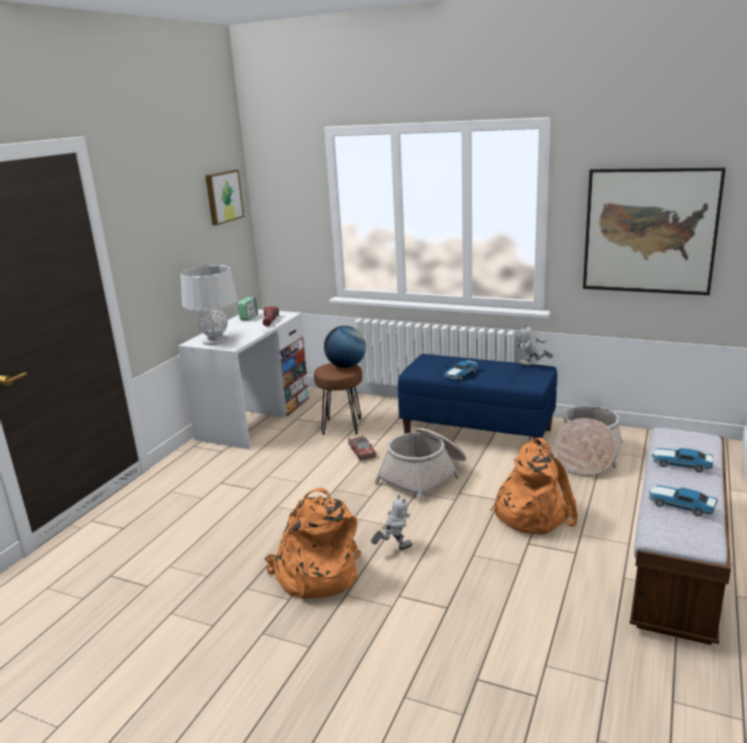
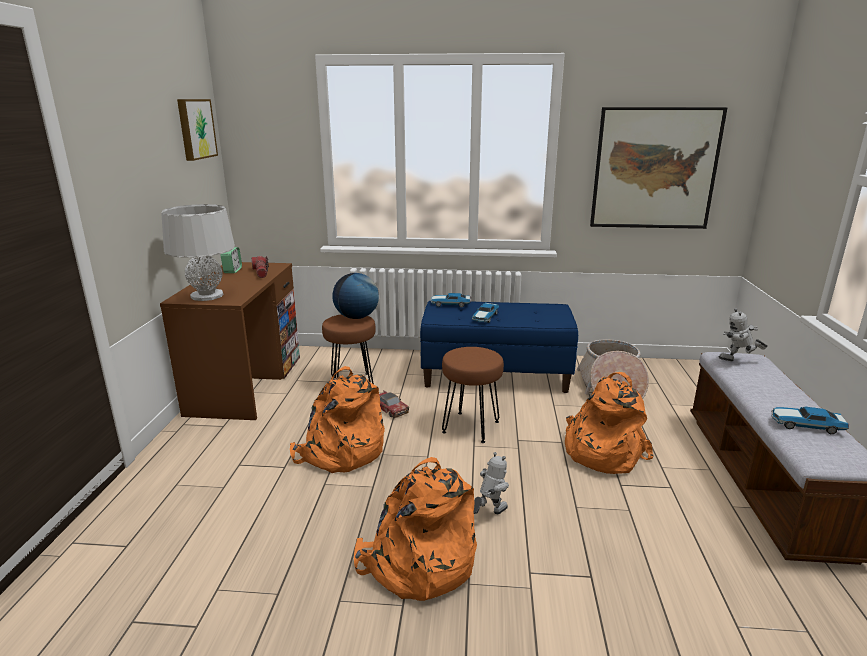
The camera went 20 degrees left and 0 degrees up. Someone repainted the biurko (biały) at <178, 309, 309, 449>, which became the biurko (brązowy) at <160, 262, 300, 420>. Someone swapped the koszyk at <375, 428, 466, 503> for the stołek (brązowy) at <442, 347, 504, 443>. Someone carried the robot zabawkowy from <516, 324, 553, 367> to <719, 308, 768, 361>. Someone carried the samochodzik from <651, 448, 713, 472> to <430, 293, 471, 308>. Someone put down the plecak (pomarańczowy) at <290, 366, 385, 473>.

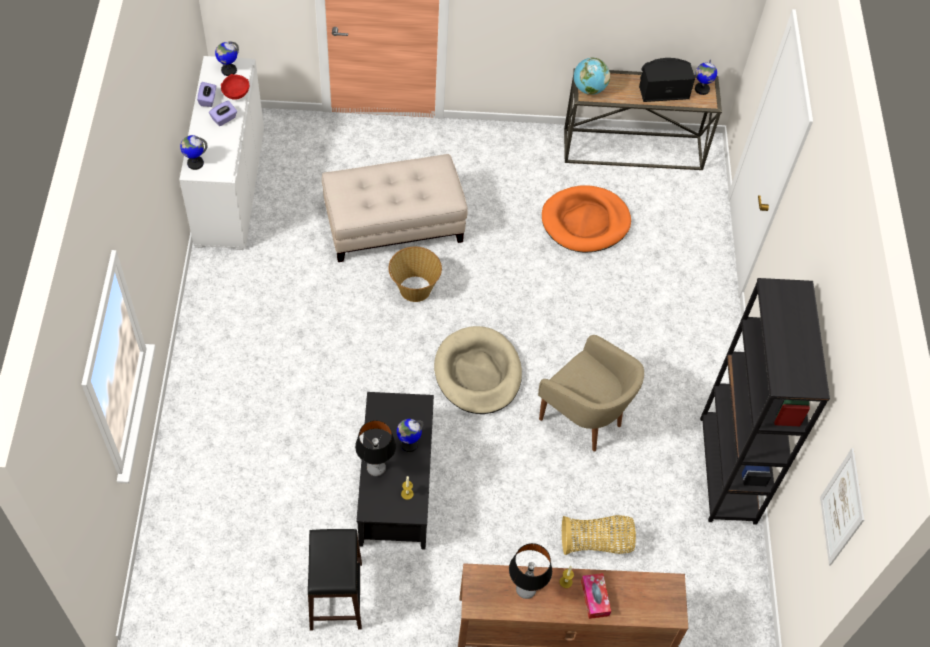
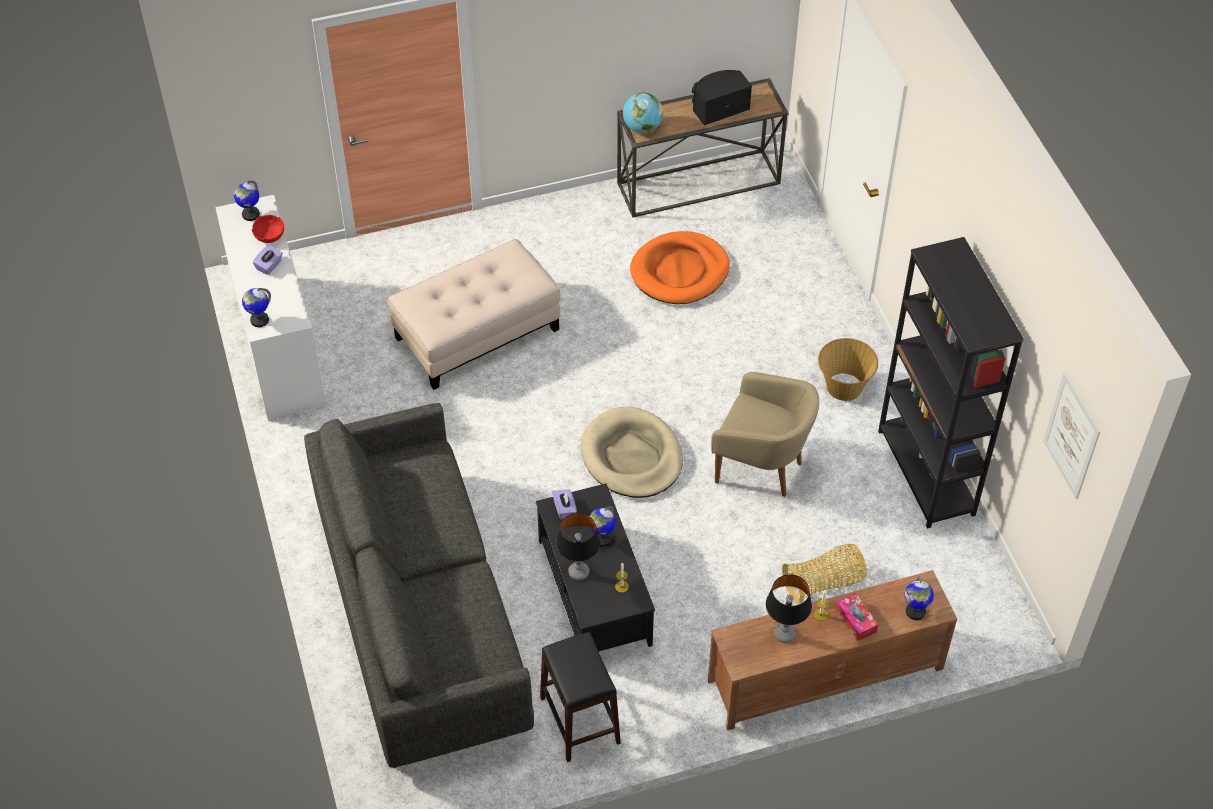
The camera went 15 degrees left and 5 degrees down. Someone carried the pudełko chusteczek (fioletowy) from <197, 82, 216, 107> to <552, 489, 577, 520>. Someone carried the koszyk from <388, 247, 442, 302> to <818, 338, 878, 401>. Someone carried the globus from <695, 60, 717, 95> to <905, 576, 934, 620>. Someone put down the kanapa (szary) at <304, 403, 534, 768>.

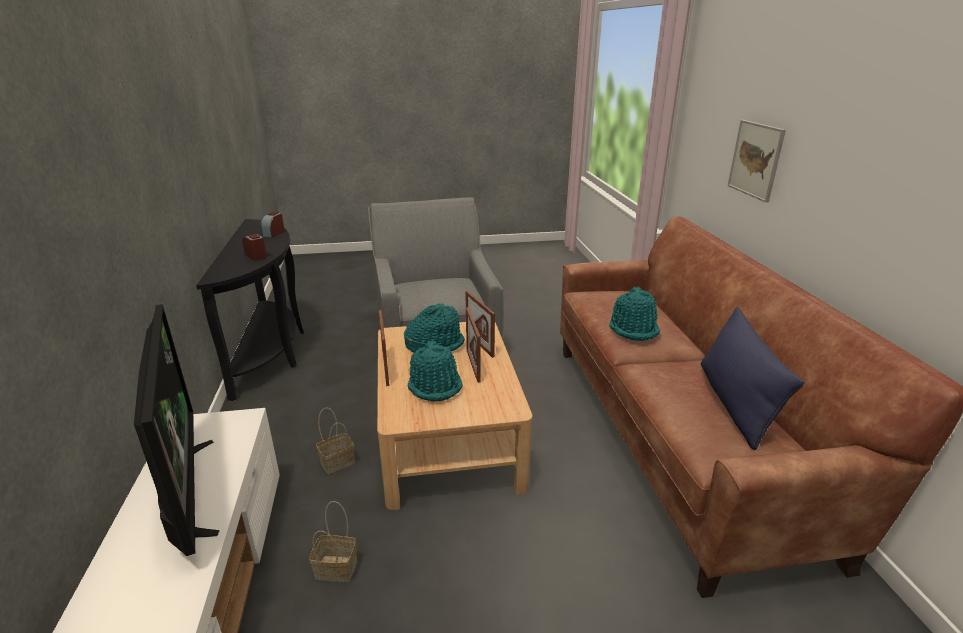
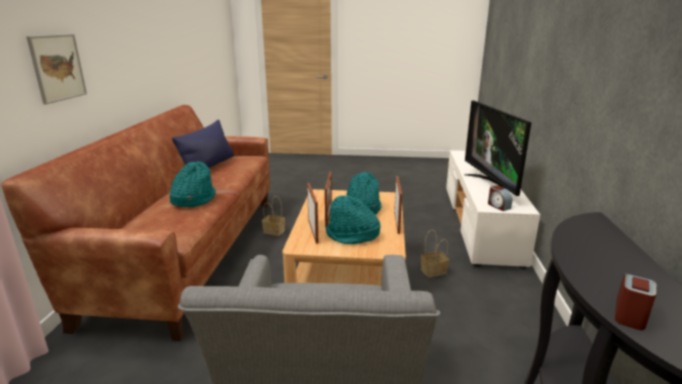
The camera went 165 degrees left and 5 degrees down. Someone carried the budzik from <242, 234, 267, 261> to <488, 185, 513, 211>. Someone carried the koszyk from <309, 501, 357, 582> to <262, 196, 285, 236>.

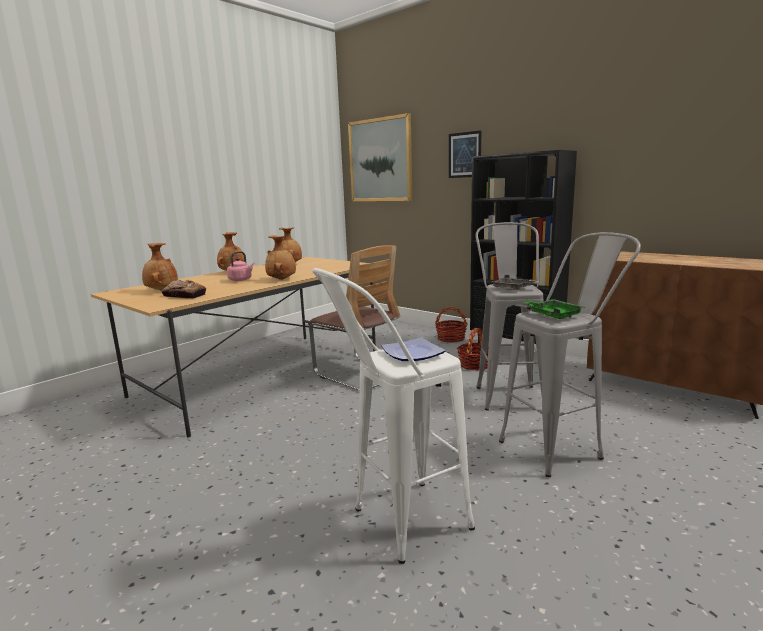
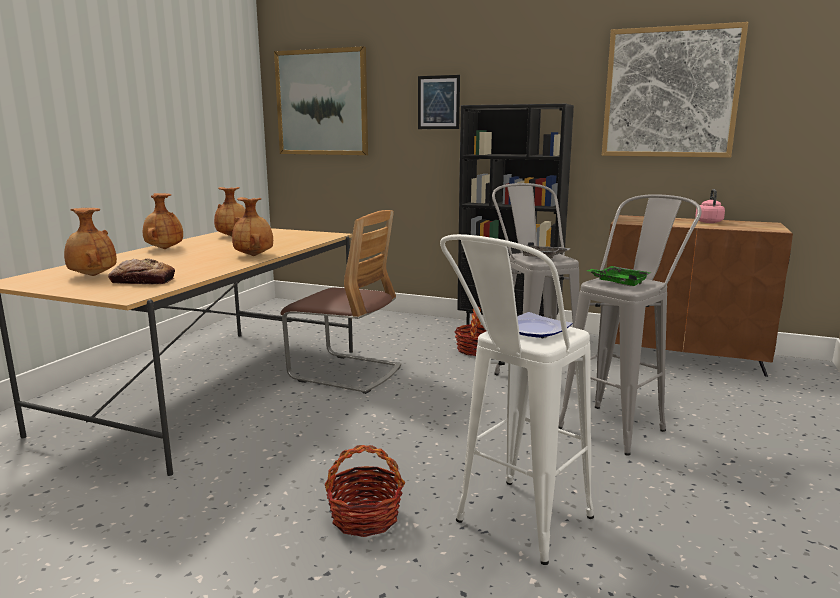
The camera went 20 degrees left and 0 degrees up. Someone carried the czajnik (różowy) from <227, 251, 255, 281> to <695, 189, 725, 223>. Someone carried the koszyk from <435, 307, 468, 342> to <325, 445, 405, 537>. Someone put up the obraz at <602, 22, 748, 158>.

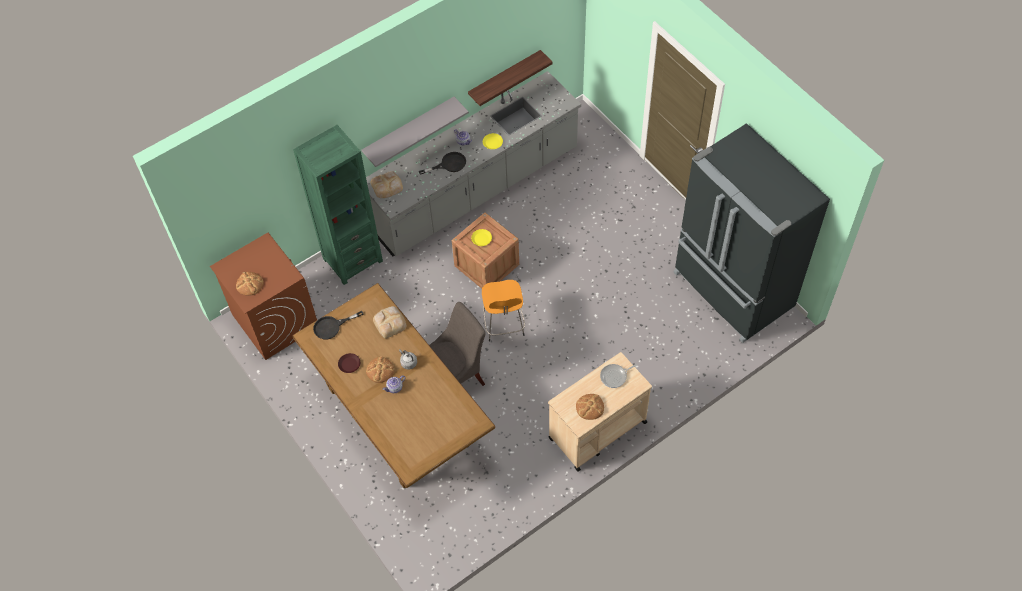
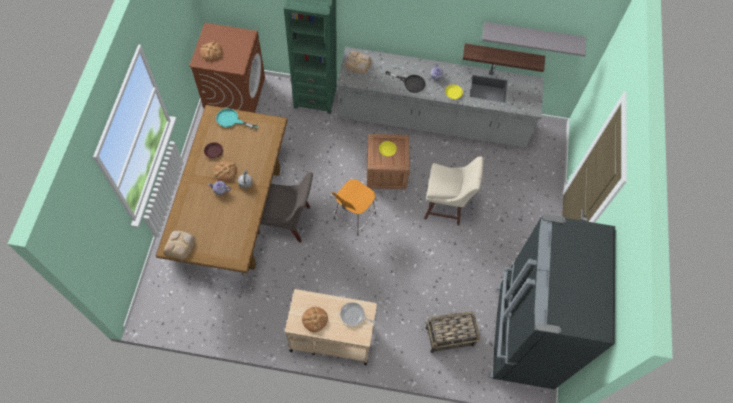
The camera went 40 degrees right and 5 degrees up. Someone repainted the patelnia (czarny) at <313, 311, 363, 339>, which became the patelnia (turkusowy) at <216, 108, 258, 129>. Someone carried the półka (szary) from <362, 97, 469, 167> to <482, 22, 586, 56>. Someone carried the chleb from <373, 306, 406, 338> to <164, 231, 195, 259>. Someone put down the stołek (beżowy) at <424, 156, 484, 226>. Someone put down the koszyk at <426, 311, 480, 353>.

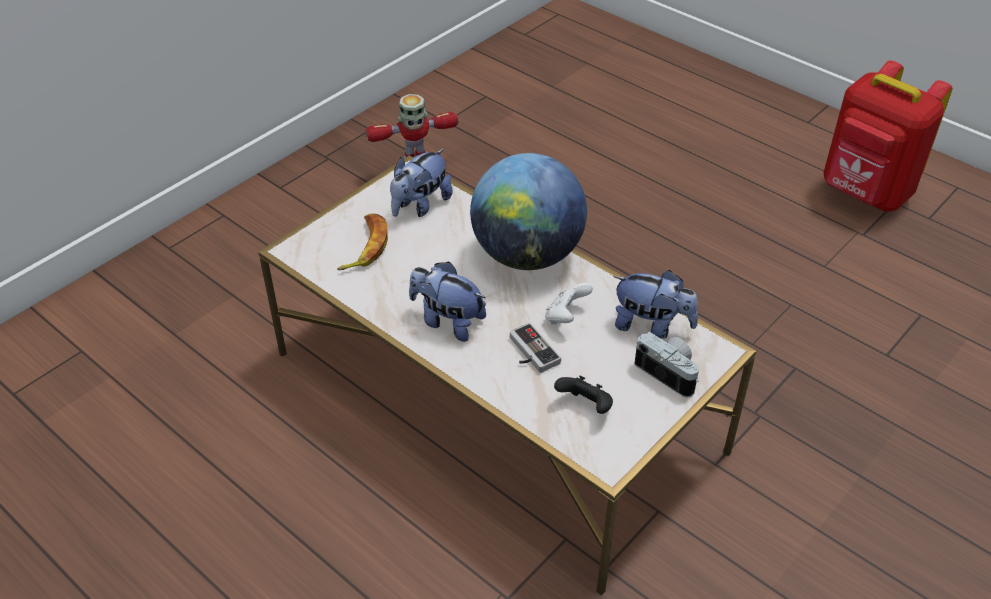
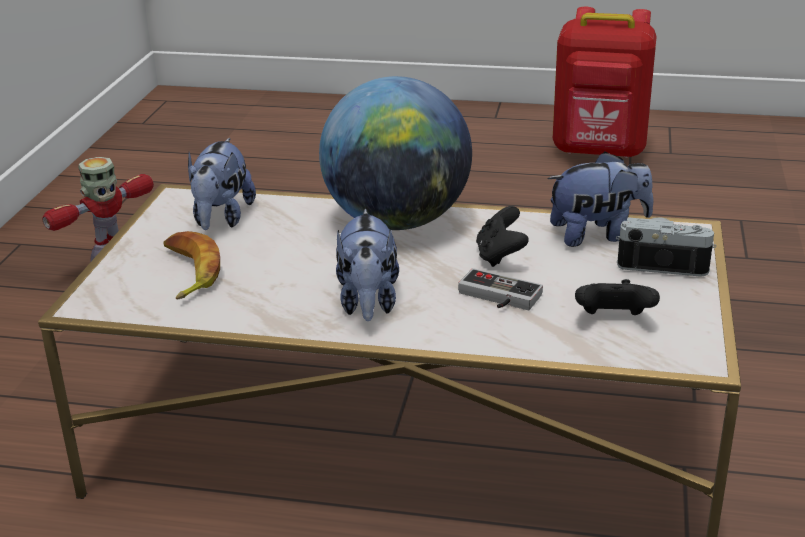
The camera went 30 degrees left and 15 degrees down. Someone rotated the pluszak at <409, 261, 486, 342> by 90 degrees counterclockwise. Someone repainted the pad do gier (biały) at <545, 283, 593, 325>, which became the pad do gier (czarny) at <476, 206, 529, 267>.

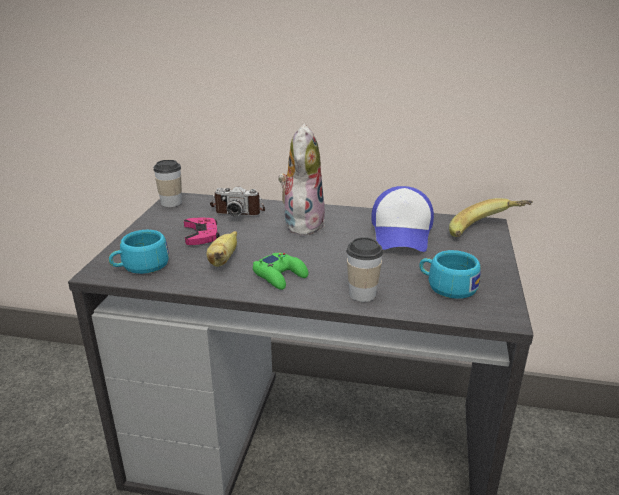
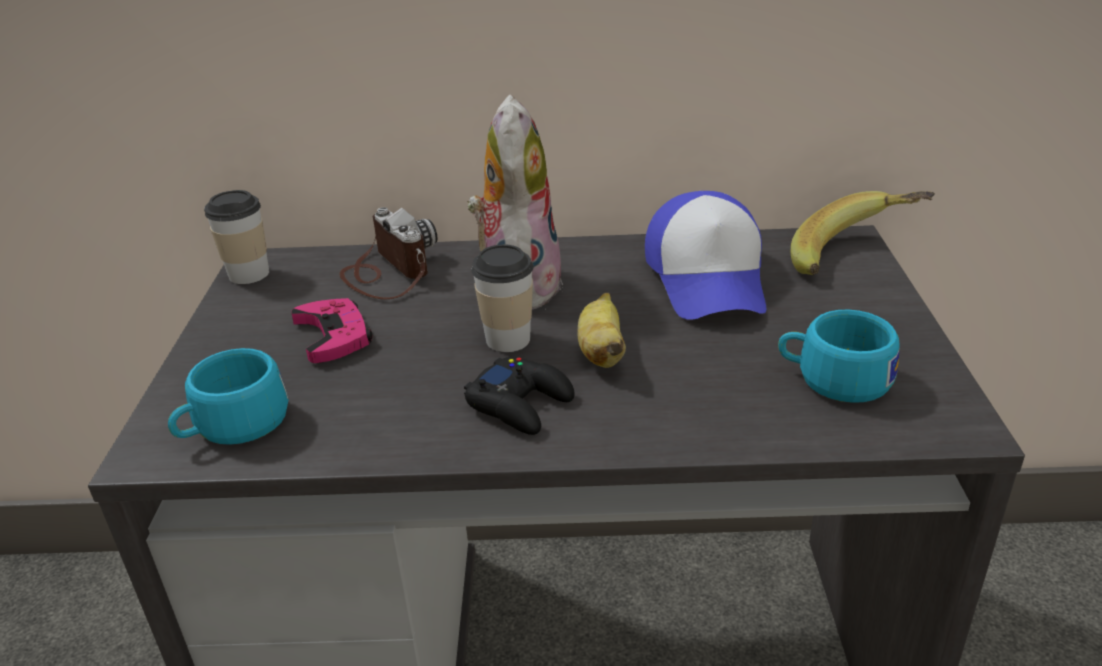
The camera went 10 degrees left and 5 degrees up. Someone carried the banan from <207, 231, 237, 267> to <578, 293, 626, 368>. Someone rotated the aparat fotograficzny at <210, 186, 265, 216> by 120 degrees counterclockwise. Someone repainted the pad do gier (zielony) at <253, 253, 308, 290>, which became the pad do gier (czarny) at <464, 357, 575, 435>. Someone carried the filiżanka from <346, 237, 383, 302> to <471, 244, 534, 352>.

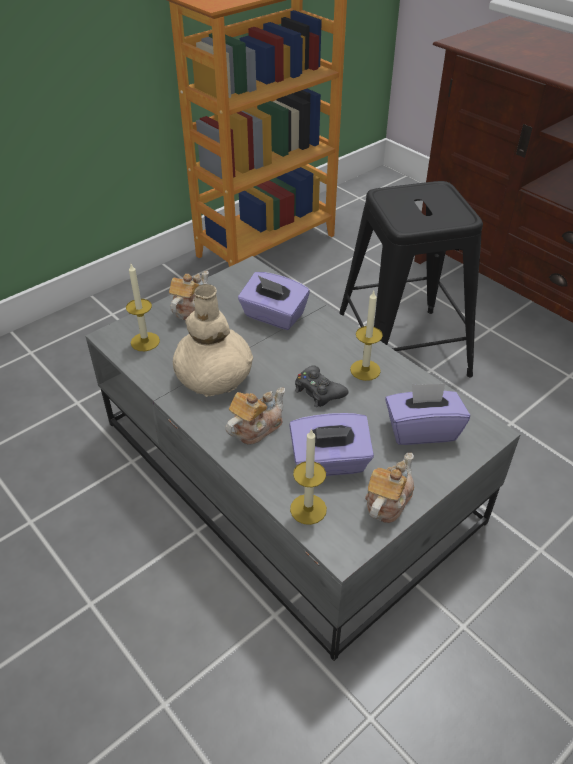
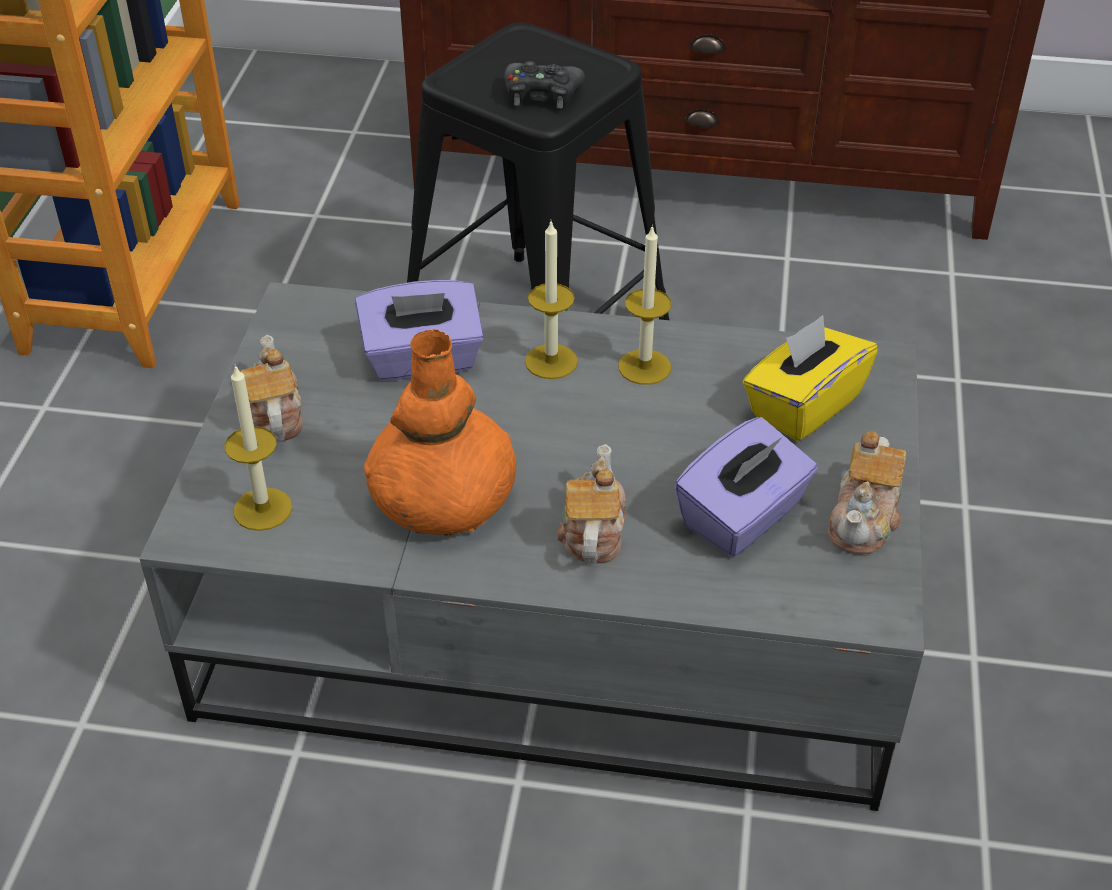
The camera went 40 degrees left and 0 degrees up. Someone repainted the wazon (beżowy) at <173, 284, 253, 397>, which became the wazon (pomarańczowy) at <364, 329, 516, 536>. Someone carried the świeca from <290, 429, 327, 525> to <525, 222, 578, 379>. Someone carried the pad do gier (czarny) from <295, 365, 349, 407> to <504, 61, 585, 109>. Someone rotated the imbryk at <365, 453, 414, 523> by 150 degrees counterclockwise. Someone repainted the pudełko chusteczek (fioletowy) at <385, 383, 470, 445>, which became the pudełko chusteczek (żółty) at <743, 315, 878, 441>.

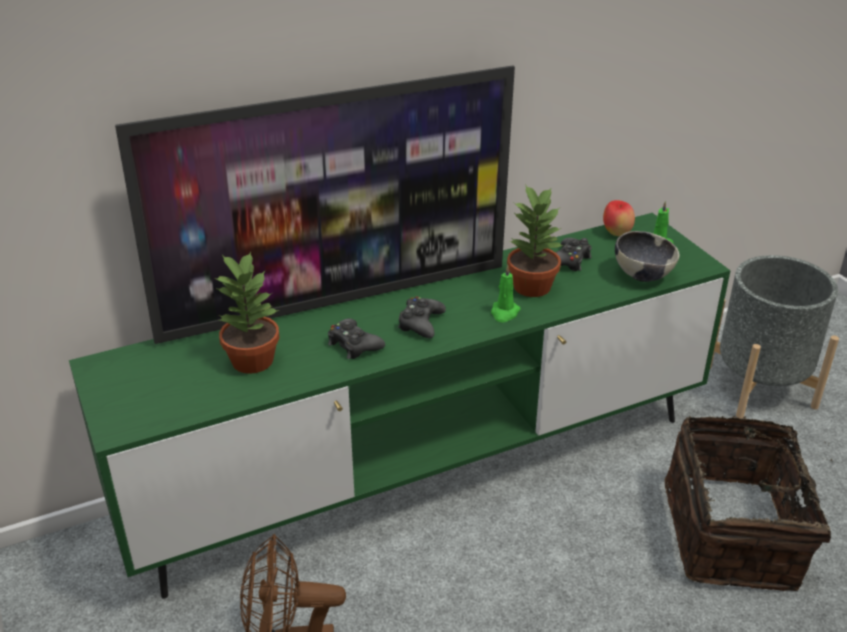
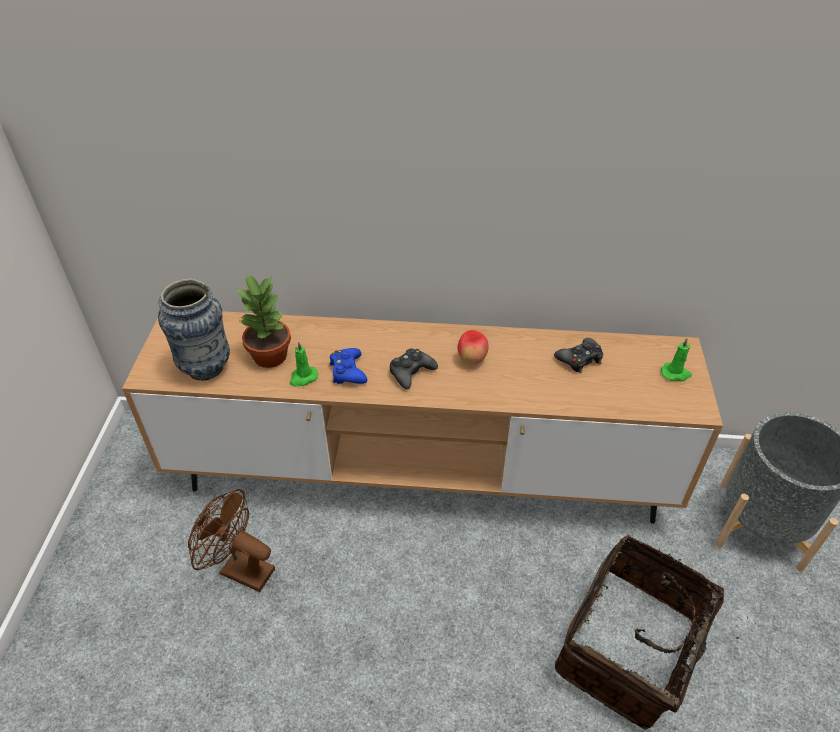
The camera went 30 degrees right and 10 degrees up. Someone repainted the szafka pod telewizor (zielony) at <69, 213, 731, 599>, which became the szafka pod telewizor (brązowy) at <122, 311, 723, 524>. Someone took away the telewizor at <115, 65, 515, 344>. Someone repainted the pad do gier (czarny) at <328, 318, 385, 359>, which became the pad do gier (niebieski) at <330, 348, 367, 384>. Someone carried the świeca (zielony) from <491, 265, 521, 323> to <290, 341, 318, 387>. Someone took away the roślina doniczkowa at <507, 184, 564, 297>. Someone carried the jabłko from <603, 200, 635, 236> to <457, 330, 489, 365>. Someone took away the miska at <615, 231, 680, 282>. Someone put down the wazon at <158, 279, 230, 380>.

